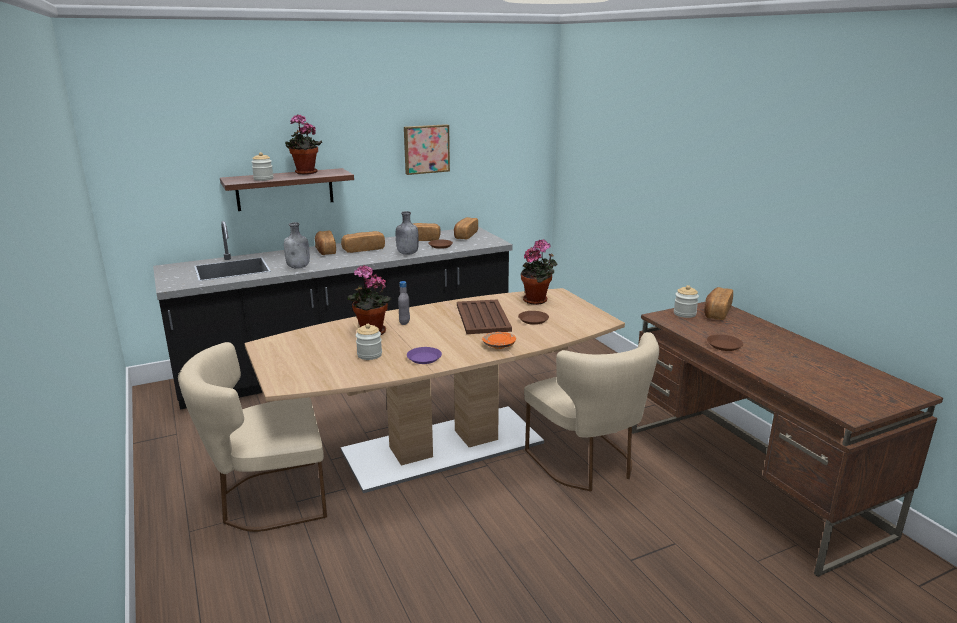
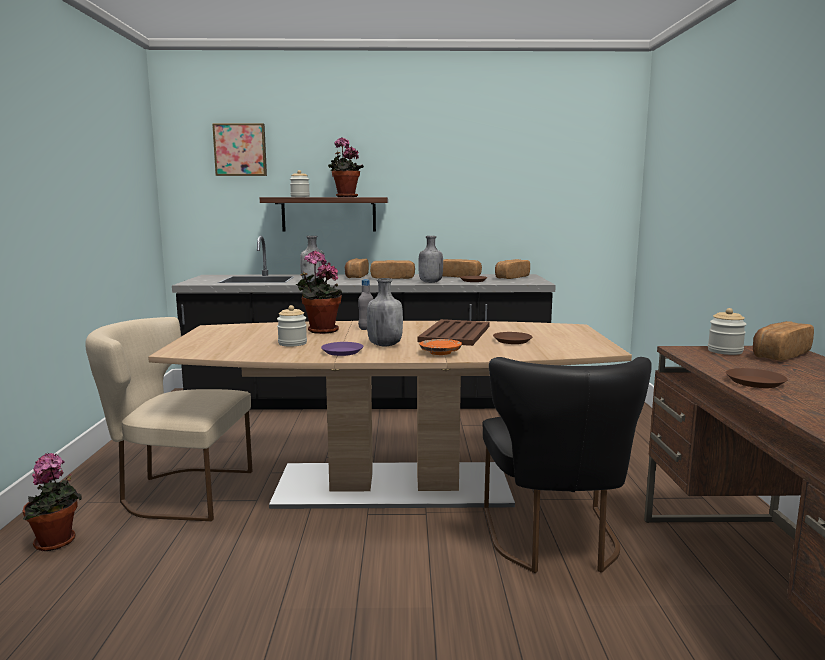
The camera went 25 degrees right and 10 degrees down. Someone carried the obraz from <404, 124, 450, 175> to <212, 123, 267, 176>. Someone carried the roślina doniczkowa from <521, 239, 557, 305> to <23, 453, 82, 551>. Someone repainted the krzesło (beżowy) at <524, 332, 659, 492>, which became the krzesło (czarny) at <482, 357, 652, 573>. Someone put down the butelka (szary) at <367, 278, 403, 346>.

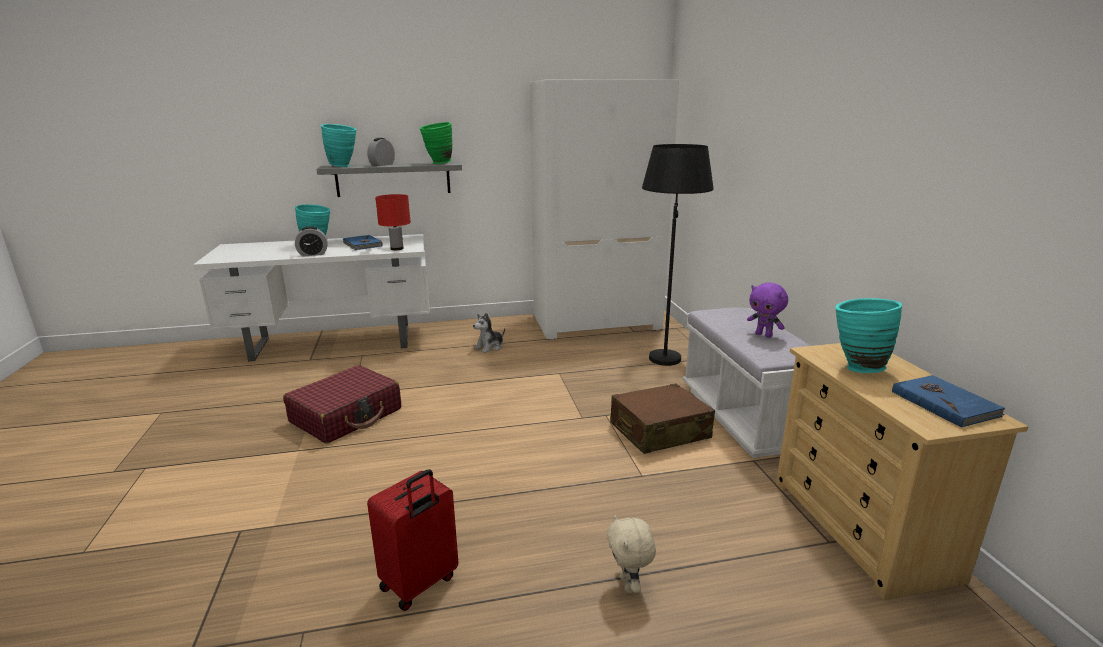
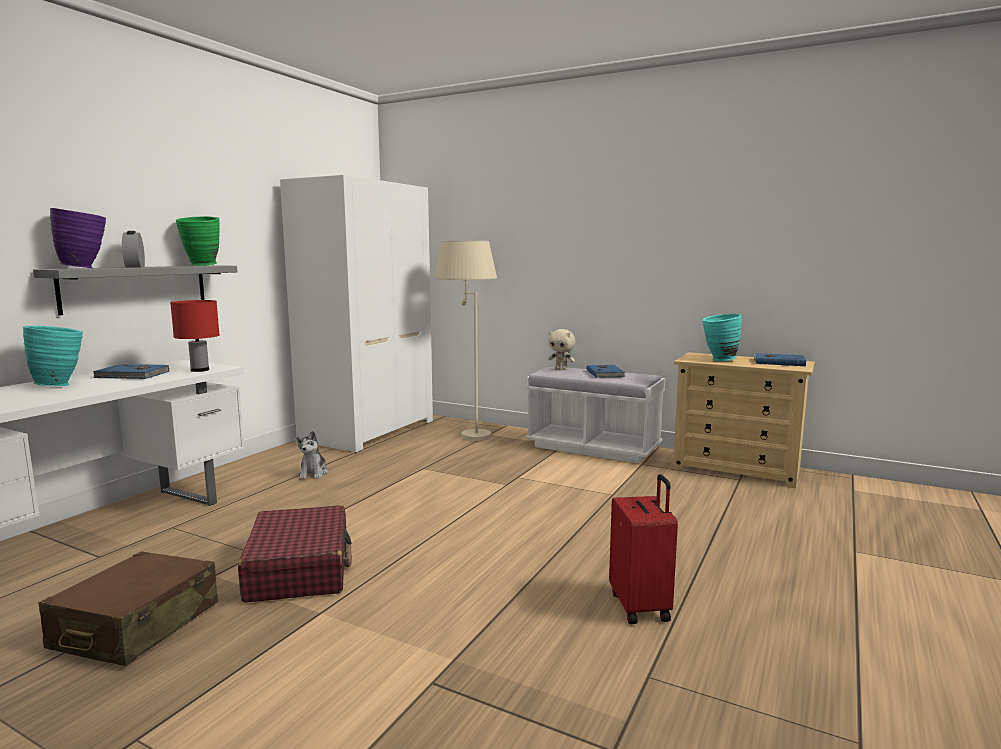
The camera went 50 degrees left and 10 degrees down. Someone took away the budzik at <295, 227, 328, 257>. Someone repainted the wazon (turkusowy) at <321, 124, 357, 167>, which became the wazon (fioletowy) at <50, 208, 106, 268>. Someone carried the pluszak (beżowy) from <607, 515, 656, 593> to <548, 329, 575, 370>. Someone carried the walizka (brązowy) from <610, 383, 715, 454> to <39, 552, 218, 666>. Someone repainted the lampa stojąca (czarny) at <642, 144, 714, 366>, which became the lampa stojąca (beżowy) at <434, 241, 497, 441>. Someone swapped the pluszak (fioletowy) at <747, 282, 788, 338> for the książka (niebieski) at <587, 365, 625, 378>.

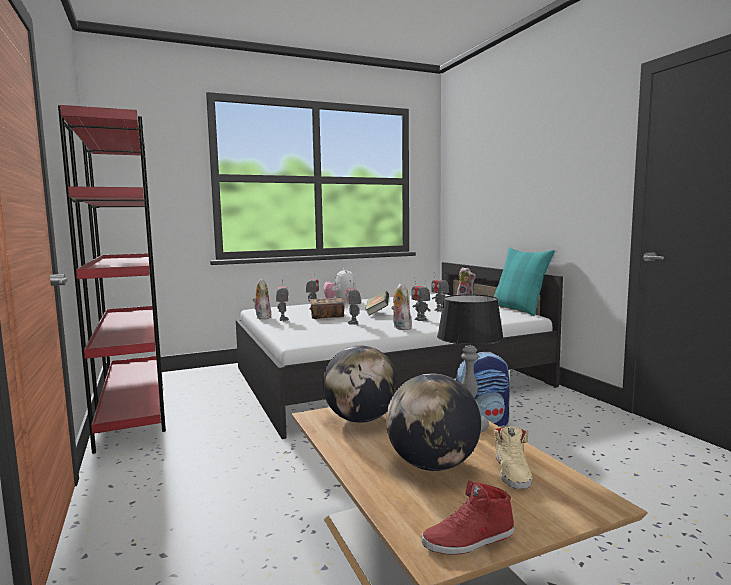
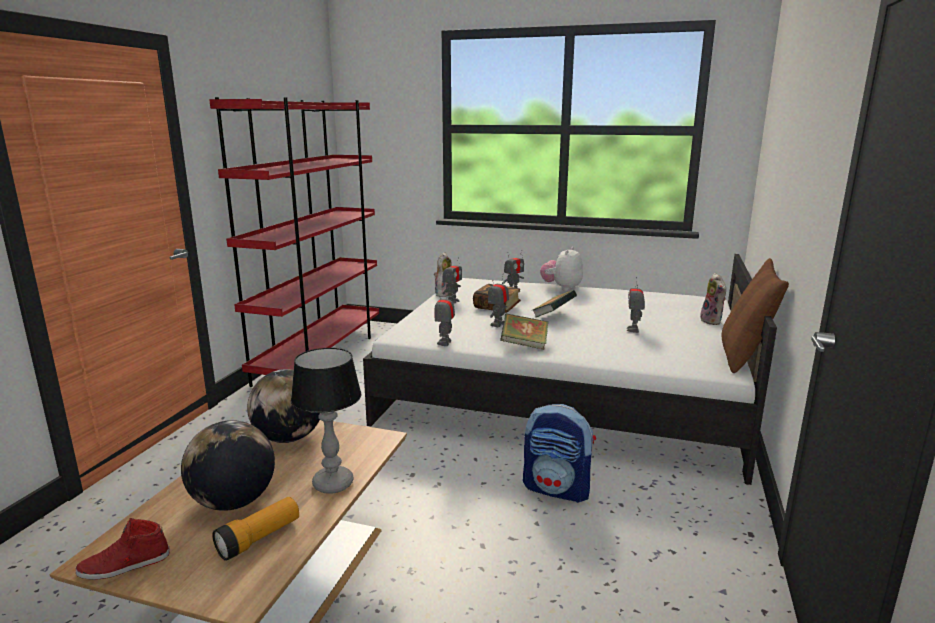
The camera went 40 degrees right and 10 degrees up. Someone swapped the pluszak at <391, 284, 412, 330> for the książka at <500, 313, 548, 350>. Someone carried the robot zabawkowy from <412, 278, 431, 321> to <434, 288, 455, 346>. Someone rotated the but (czerwony) at <422, 480, 514, 555> by 45 degrees counterclockwise. Someone repainted the poduszka (turkusowy) at <494, 248, 555, 316>, which became the poduszka (brązowy) at <721, 258, 789, 373>. Someone swapped the but (beżowy) at <494, 427, 533, 489> for the latarka at <212, 497, 299, 561>.

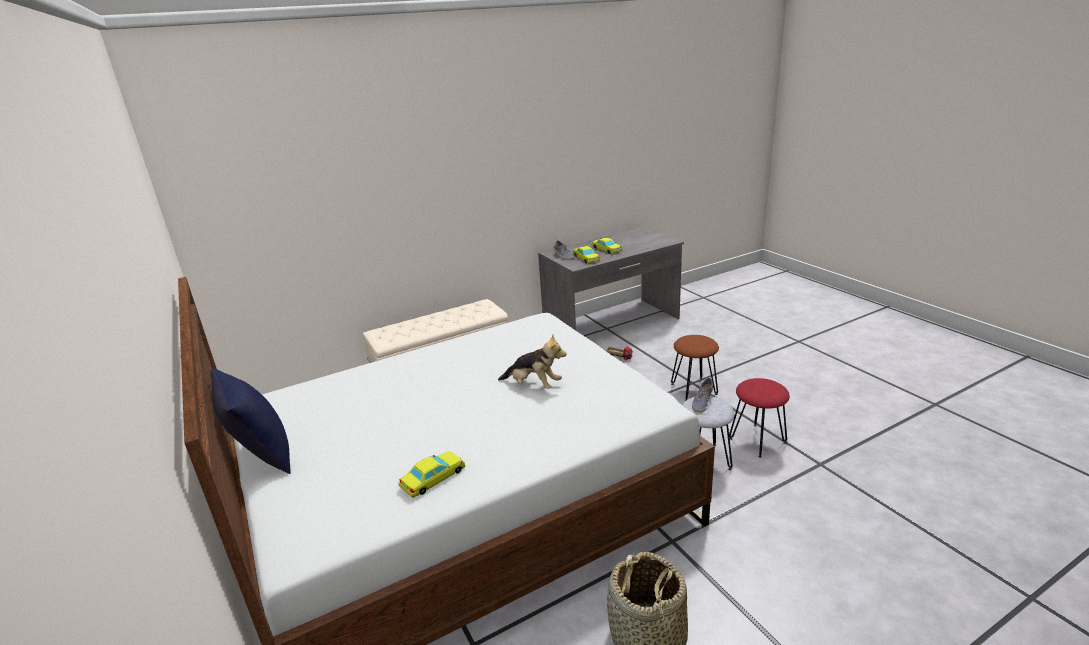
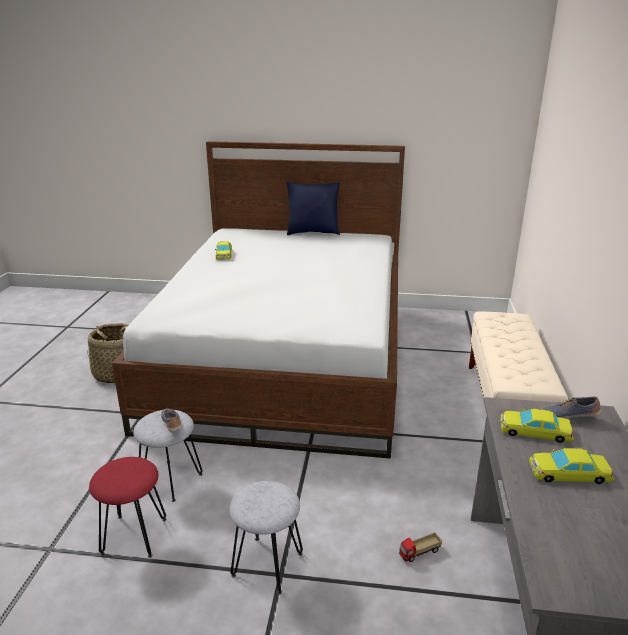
The camera went 125 degrees right and 0 degrees up. Someone took away the pluszak at <498, 335, 566, 389>. Someone repainted the stołek (brązowy) at <671, 335, 719, 401>, which became the stołek (szary) at <229, 481, 303, 594>.

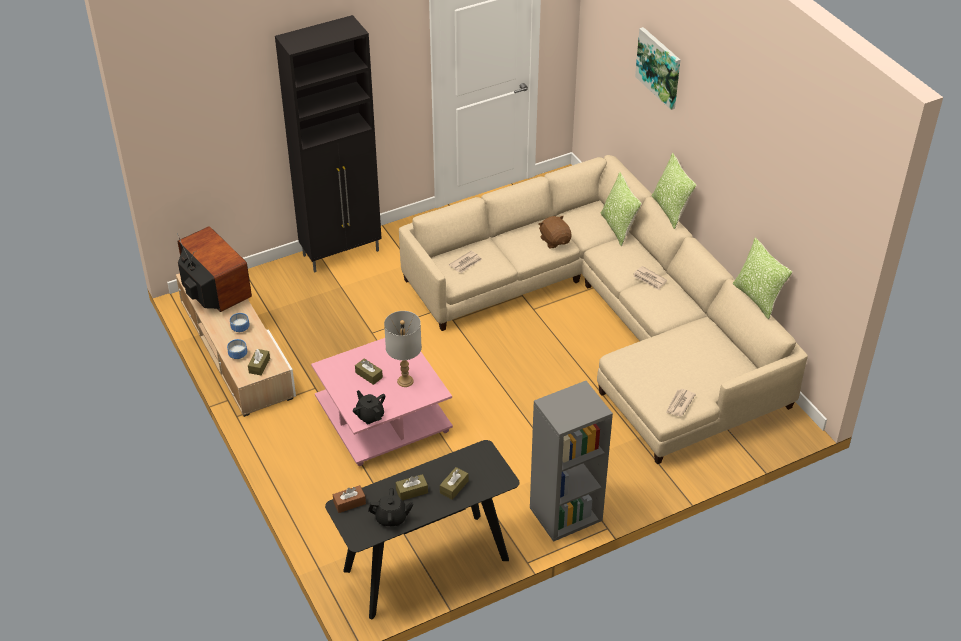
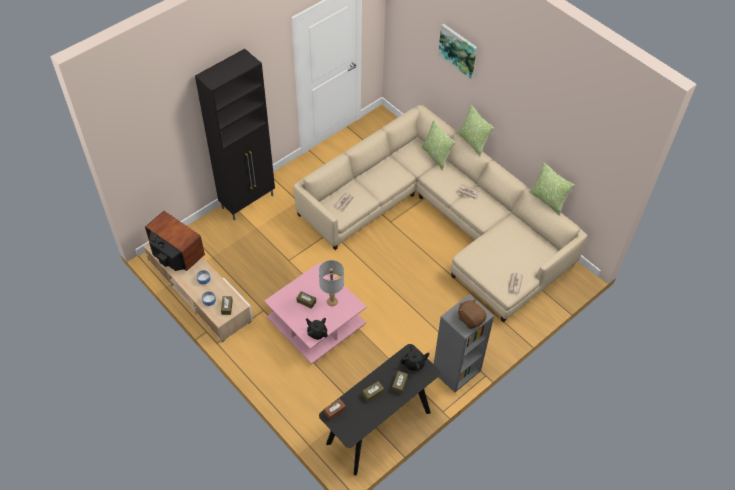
The camera went 15 degrees left and 10 degrees up. Someone carried the imbryk (czarny) from <368, 488, 413, 526> to <401, 345, 429, 370>. Someone carried the pluszak (brązowy) from <539, 216, 572, 249> to <458, 298, 487, 329>.

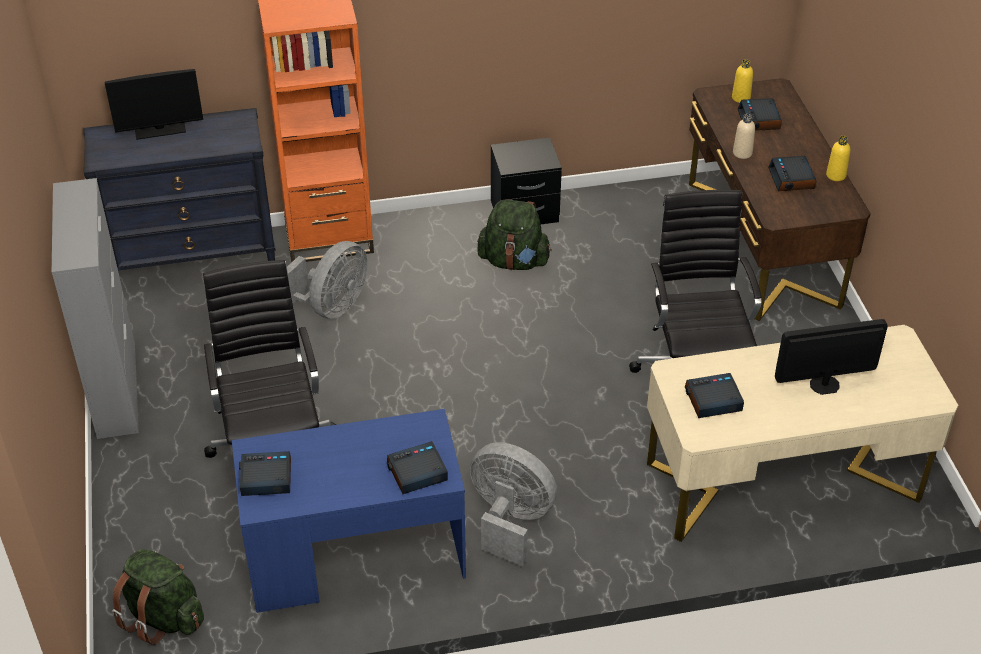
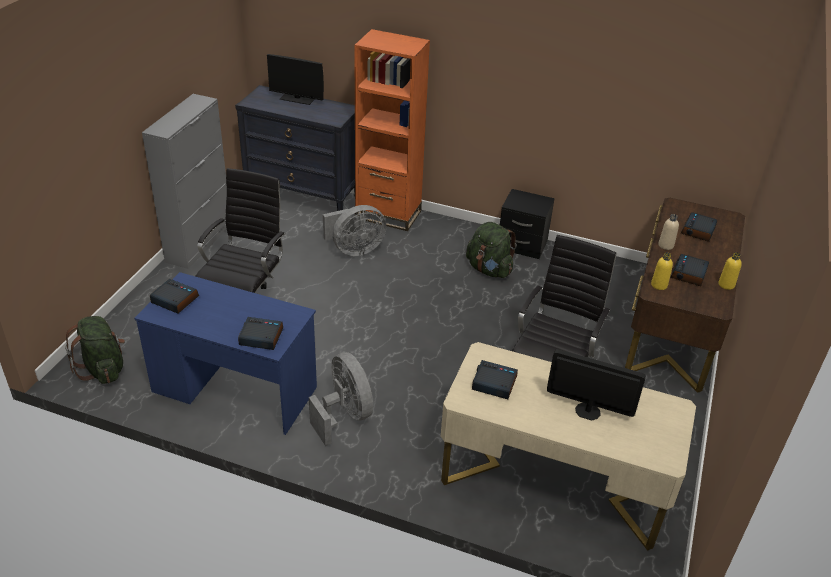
The camera went 30 degrees right and 5 degrees down. Someone carried the butelka (żółty) from <732, 59, 753, 103> to <651, 253, 673, 290>.

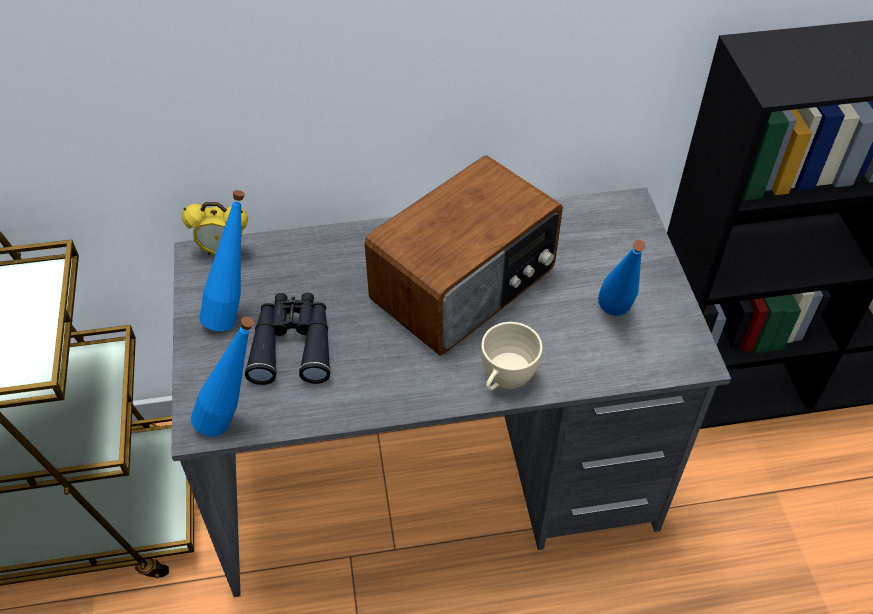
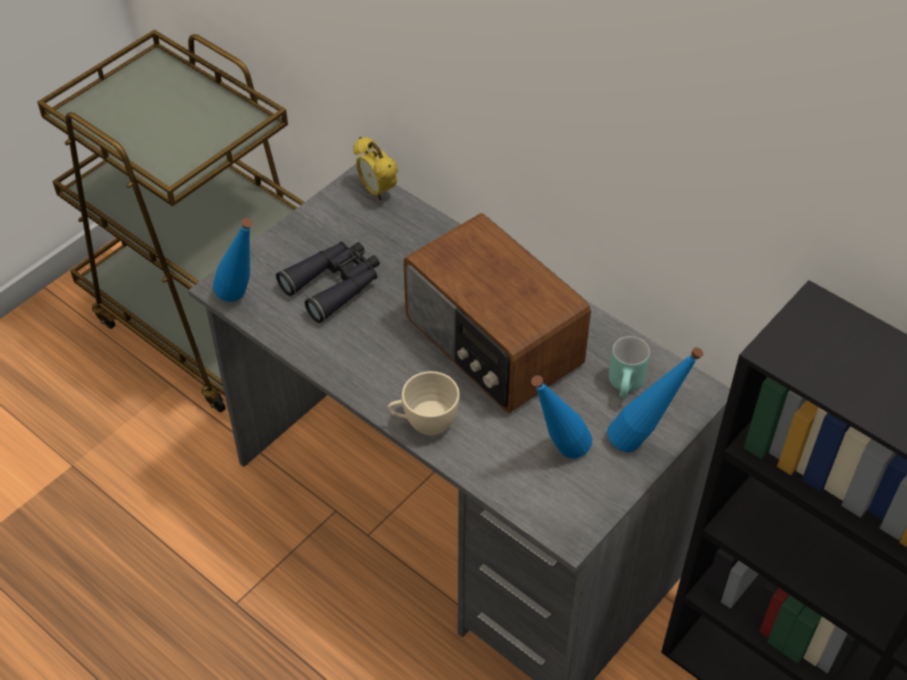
The camera went 50 degrees right and 0 degrees up. Someone carried the butelka (niebieski) from <199, 190, 245, 331> to <607, 347, 703, 452>. Someone rotated the radio at <364, 156, 563, 356> by 45 degrees clockwise. Someone put down the kubek (turkusowy) at <609, 336, 650, 399>.

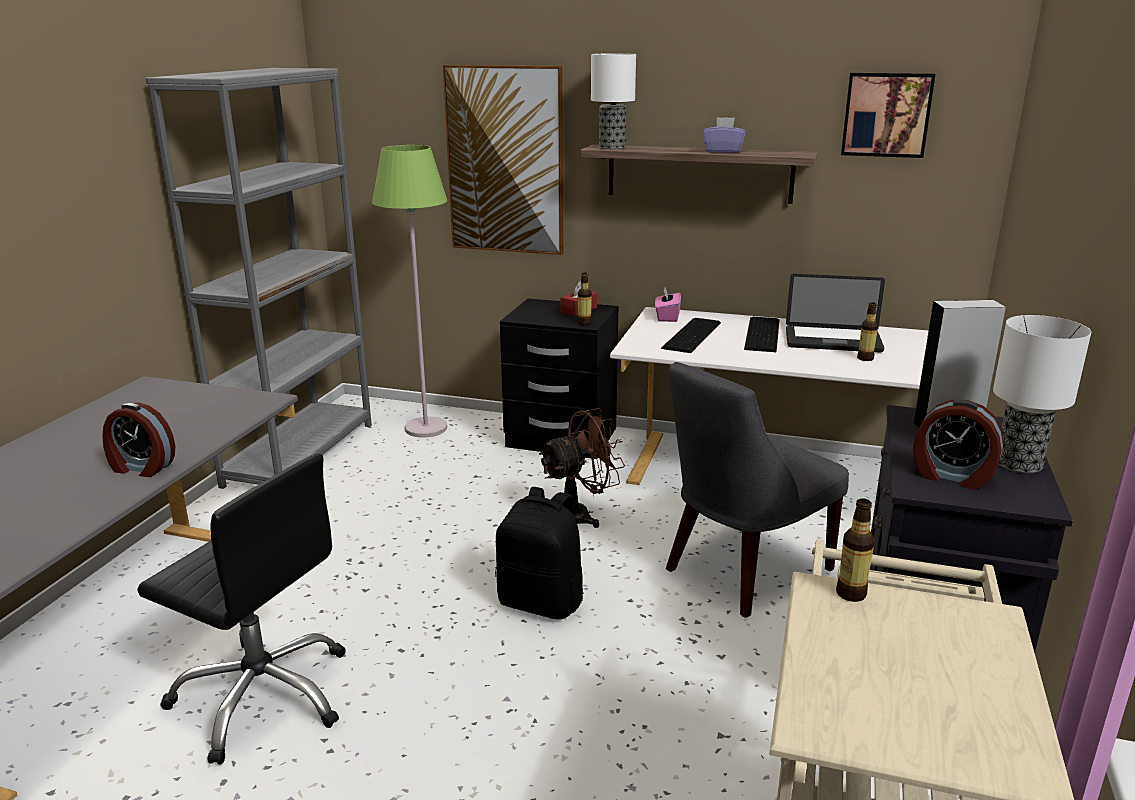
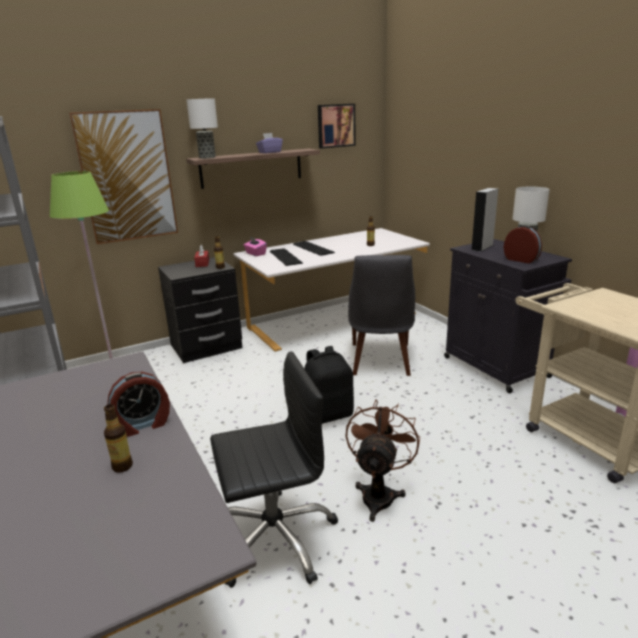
The camera went 45 degrees left and 0 degrees up. Someone carried the wentylator (brązowy) from <539, 408, 625, 528> to <345, 399, 420, 522>. Someone took away the laptop at <786, 274, 885, 352>. Someone carried the butelka from <836, 498, 875, 602> to <104, 404, 133, 473>. Someone rotated the budzik at <913, 400, 1004, 490> by 120 degrees counterclockwise.

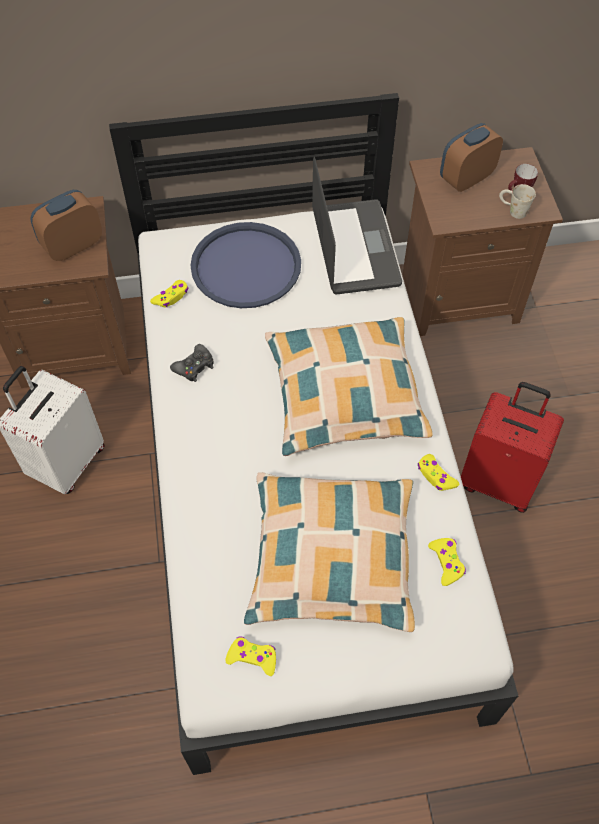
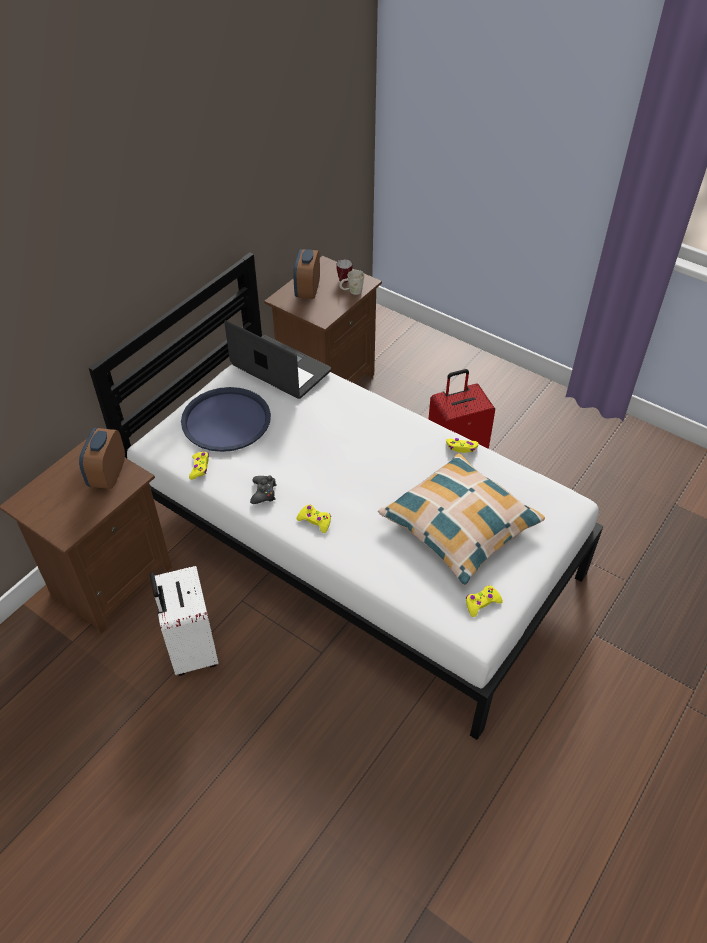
The camera went 45 degrees left and 10 degrees down. Someone took away the poduszka at <265, 317, 432, 456>. Someone carried the pad do gier (żółty) from <428, 538, 466, 586> to <297, 504, 331, 533>.

